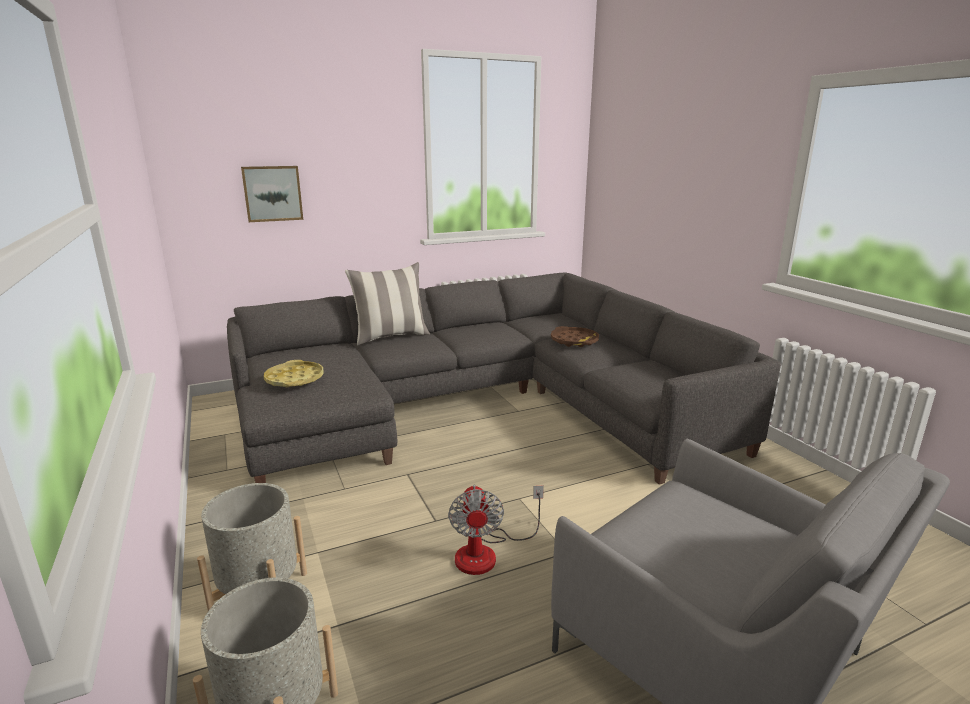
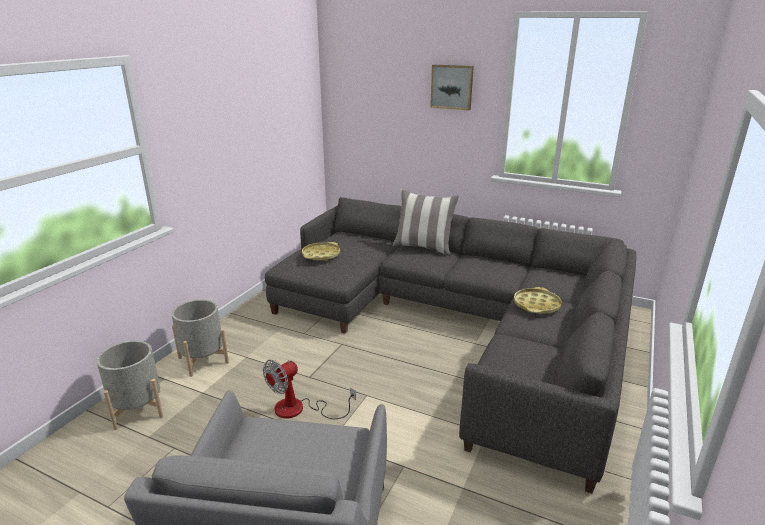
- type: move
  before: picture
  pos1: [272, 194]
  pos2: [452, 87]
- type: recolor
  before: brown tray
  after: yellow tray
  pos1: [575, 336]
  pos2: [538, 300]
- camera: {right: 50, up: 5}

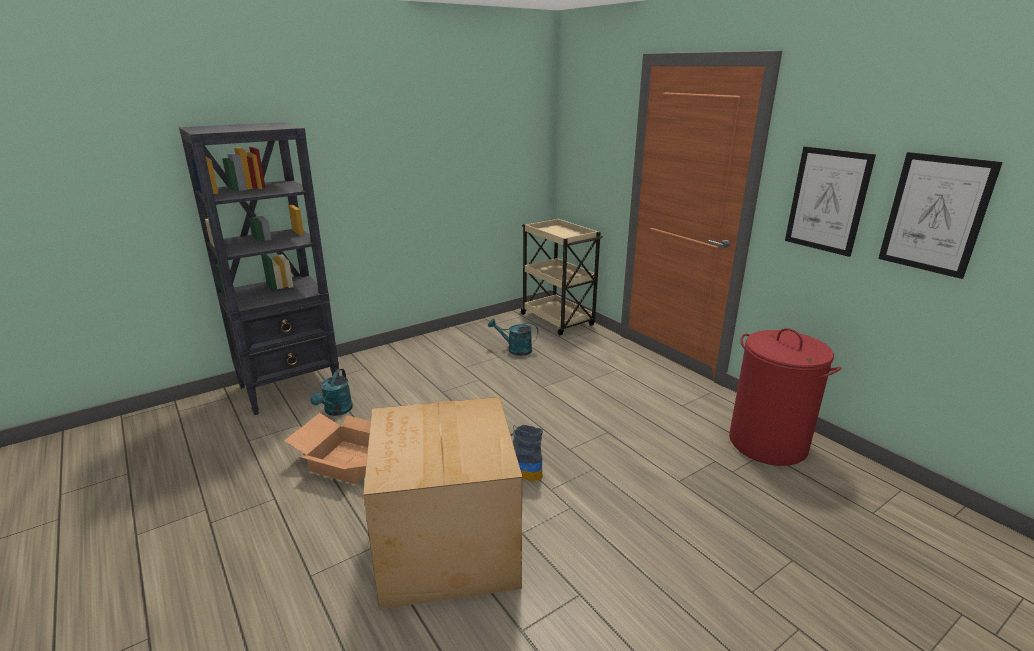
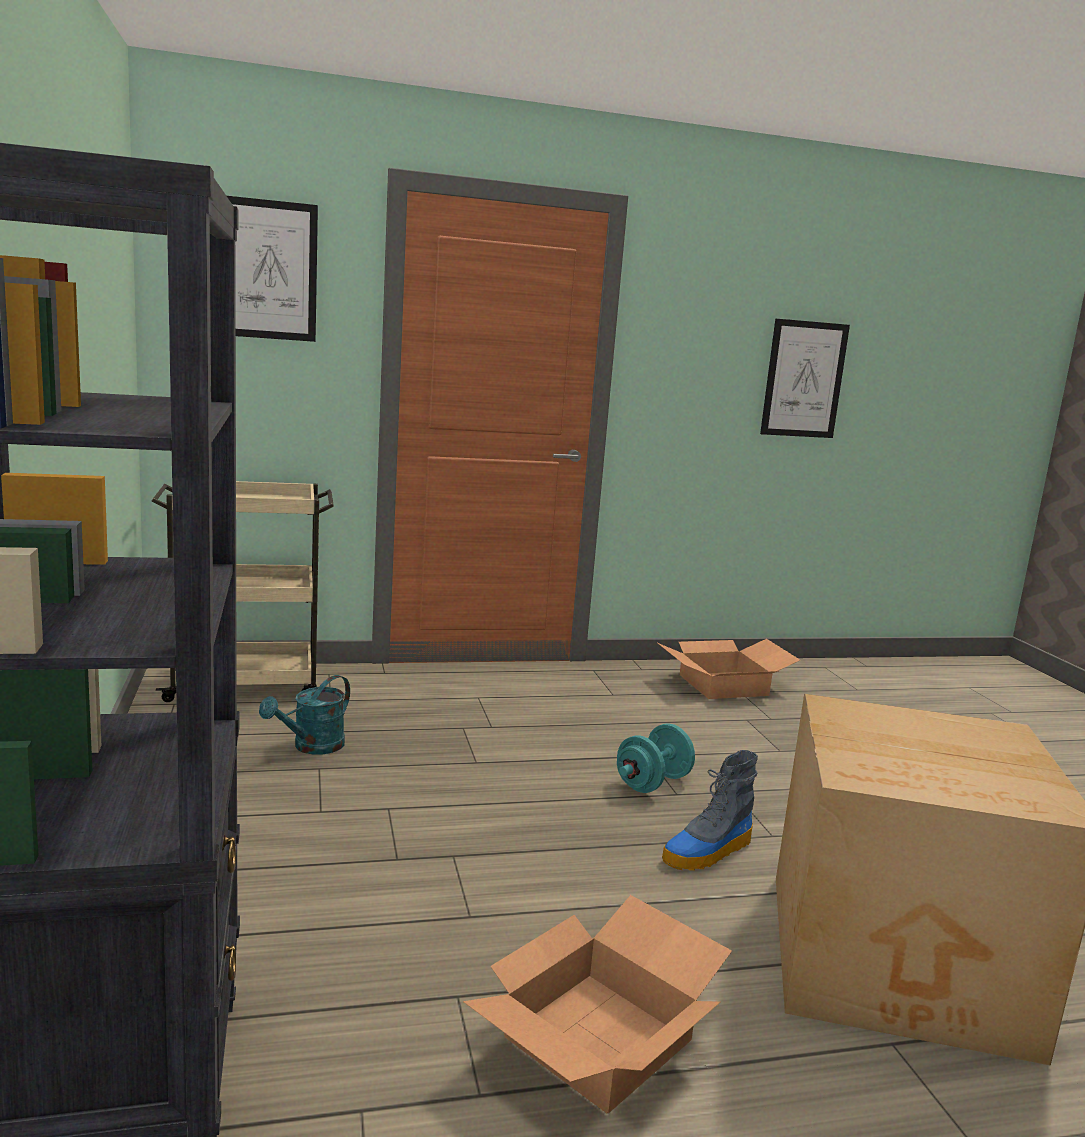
- type: move
  before: picture
  pos1: [830, 202]
  pos2: [272, 269]
- type: replace
  before: red laundry basket
  after: cardboard box
  pos1: [785, 397]
  pos2: [729, 669]
- type: delete
  before: turquoise watering can
  pos1: [331, 392]
- type: insert
  after: turquoise dumbbell
  pos2: [656, 758]
- camera: {right: -70, up: -10}

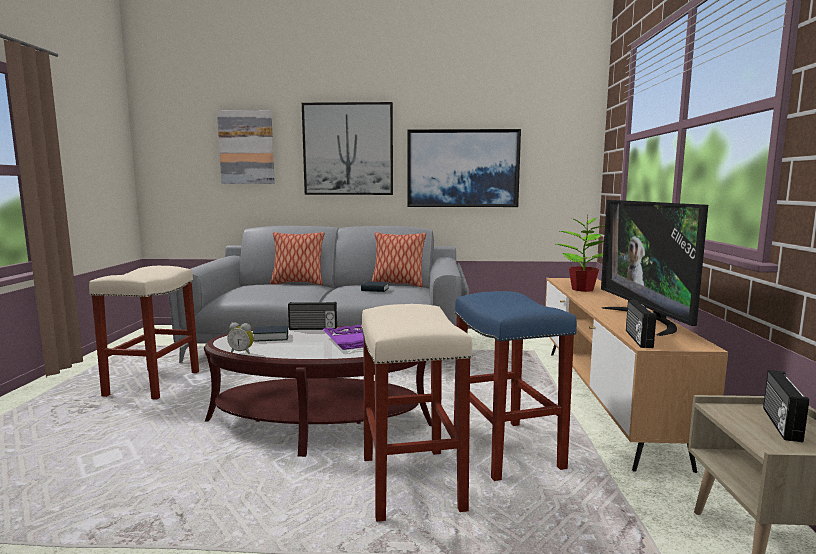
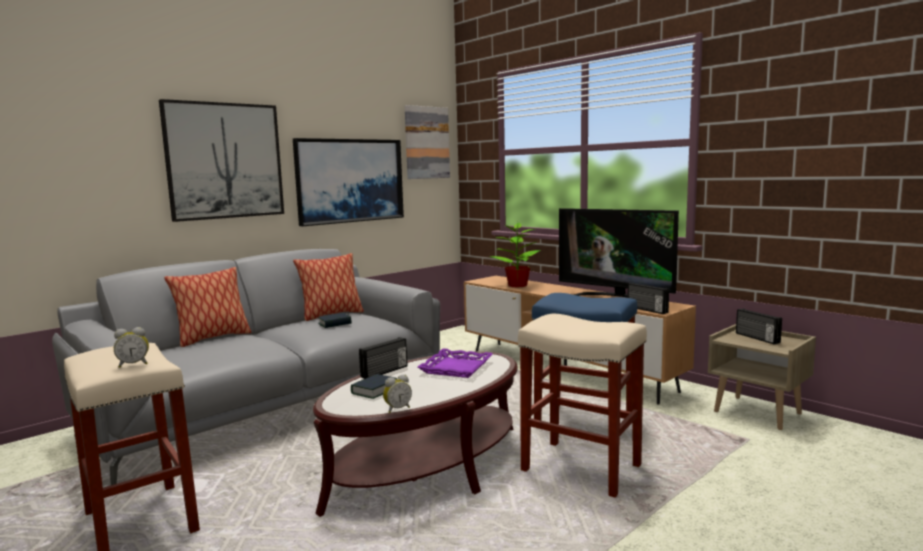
- type: move
  before: picture
  pos1: [246, 147]
  pos2: [427, 142]
- type: insert
  after: alarm clock
  pos2: [131, 347]
- camera: {right: -45, up: 0}

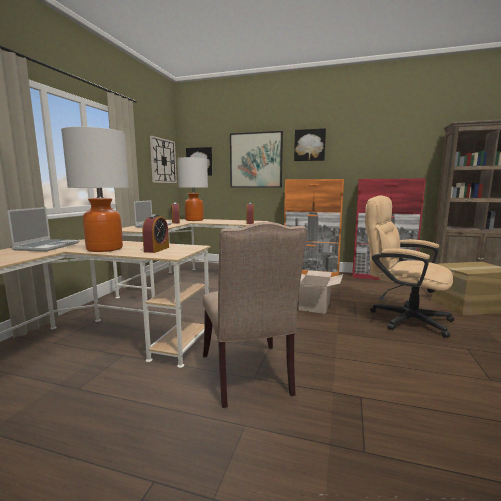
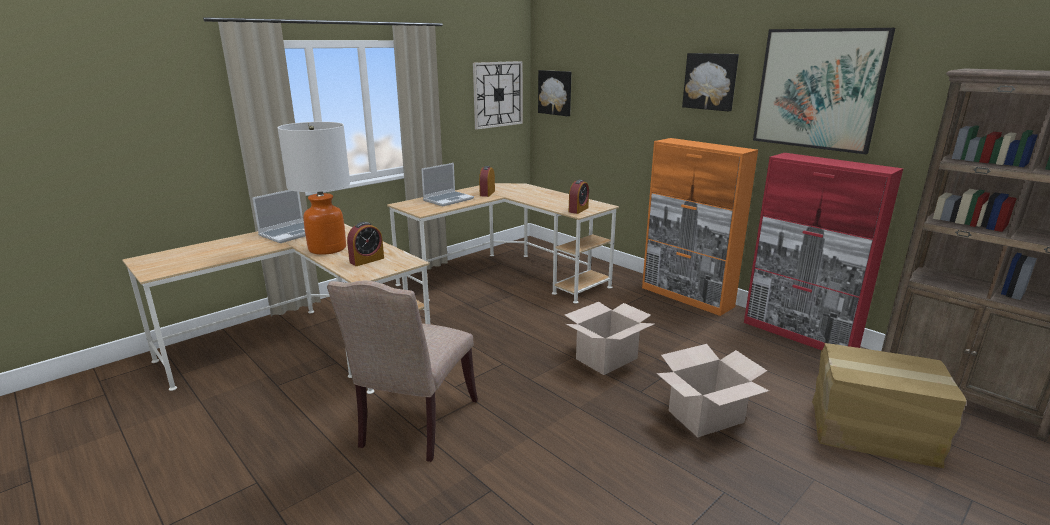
- type: move
  before: picture
  pos1: [256, 159]
  pos2: [824, 91]
- type: delete
  before: table lamp
  pos1: [192, 189]
- type: replace
  before: beige office chair
  after: cardboard box
  pos1: [409, 267]
  pos2: [713, 390]
- camera: {right: 30, up: 10}

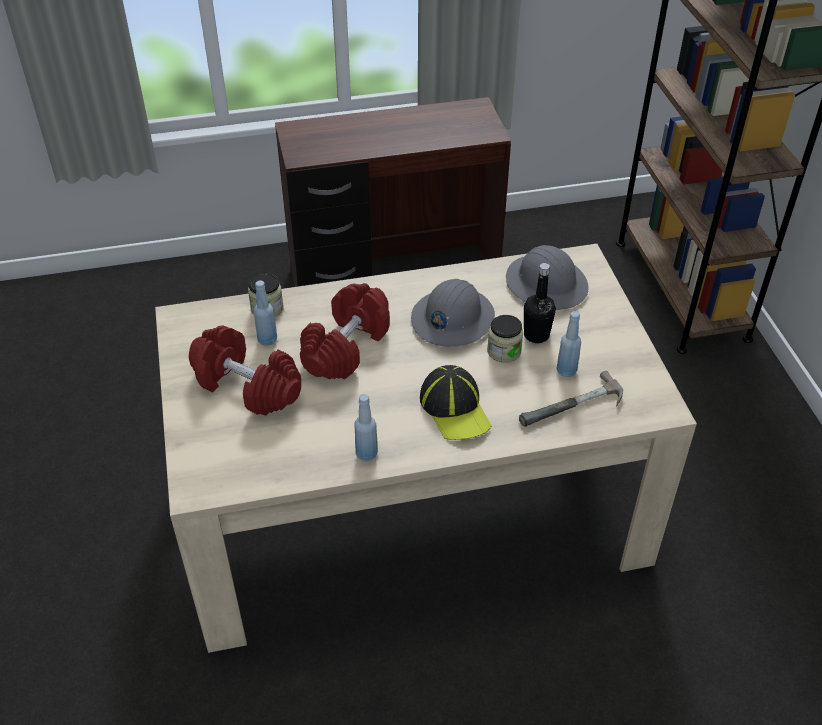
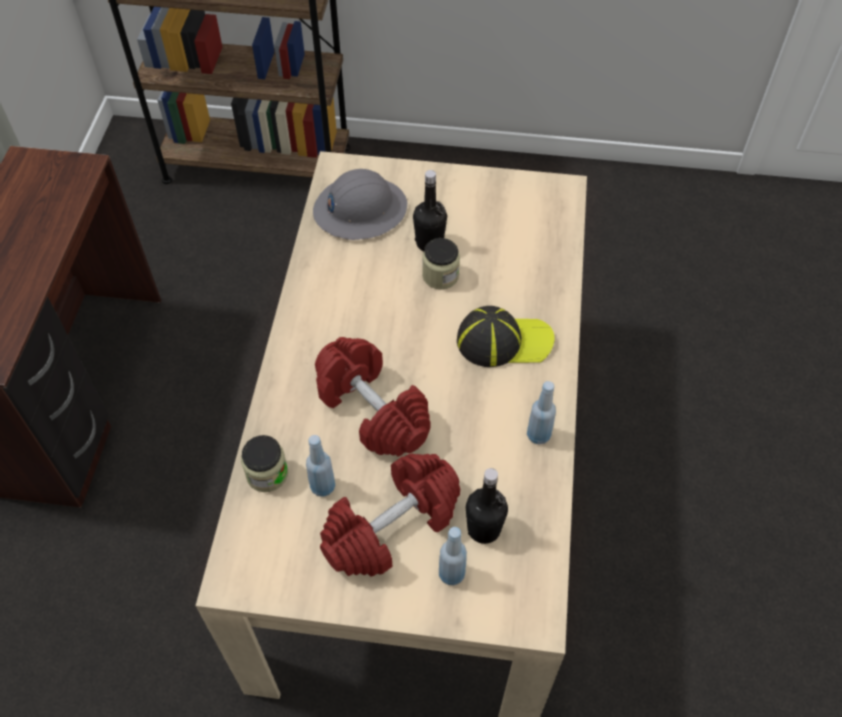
- type: delete
  before: grey hard hat
  pos1: [453, 313]
- type: move
  before: blue bottle
  pos1: [568, 344]
  pos2: [453, 556]
- type: delete
  before: hammer
  pos1: [571, 399]
- type: insert
  after: black bottle
  pos2: [487, 506]
- camera: {right: -70, up: 10}

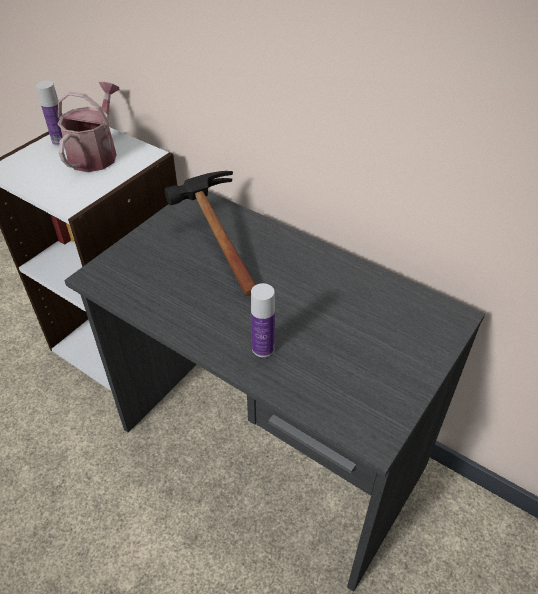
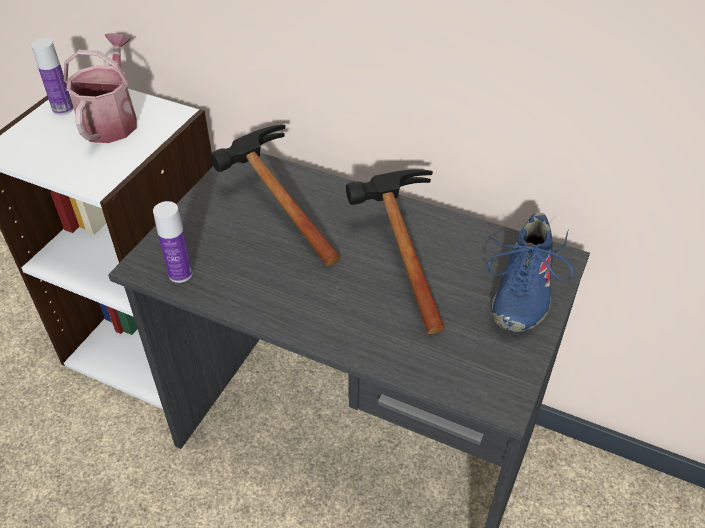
- type: move
  before: bottle
  pos1: [263, 320]
  pos2: [173, 242]
- type: insert
  after: hammer
  pos2: [395, 251]
- type: insert
  after: blue shoe
  pos2: [531, 272]
- camera: {right: -10, up: 0}

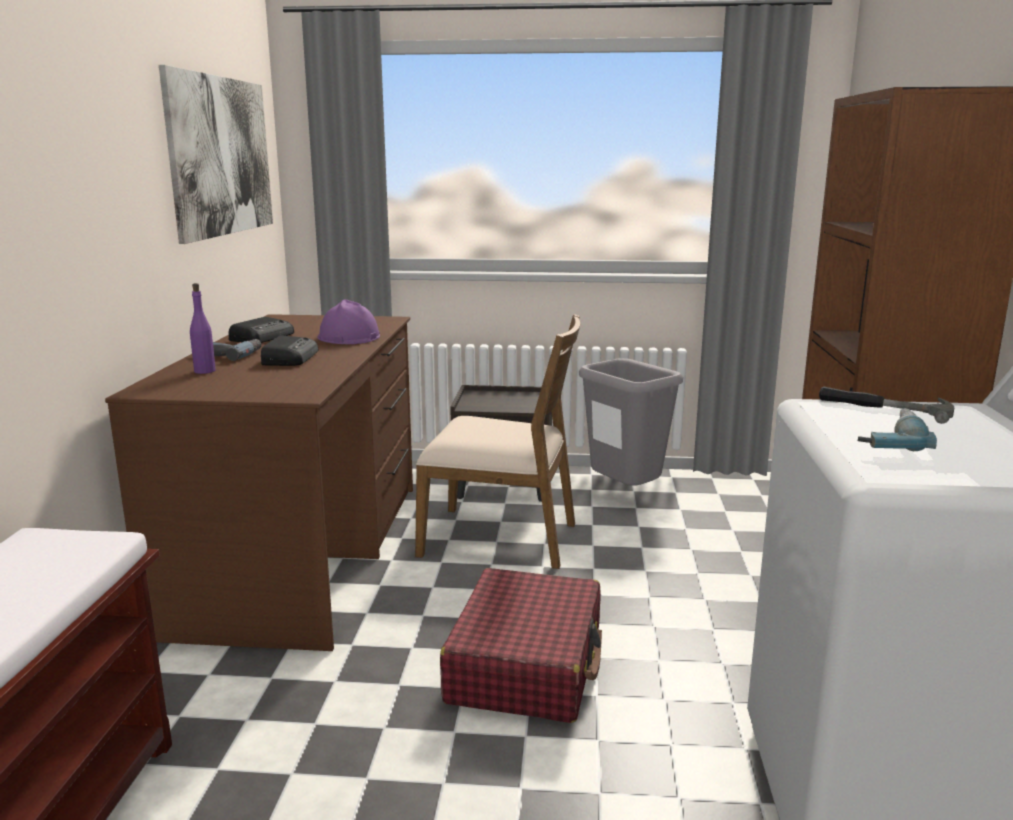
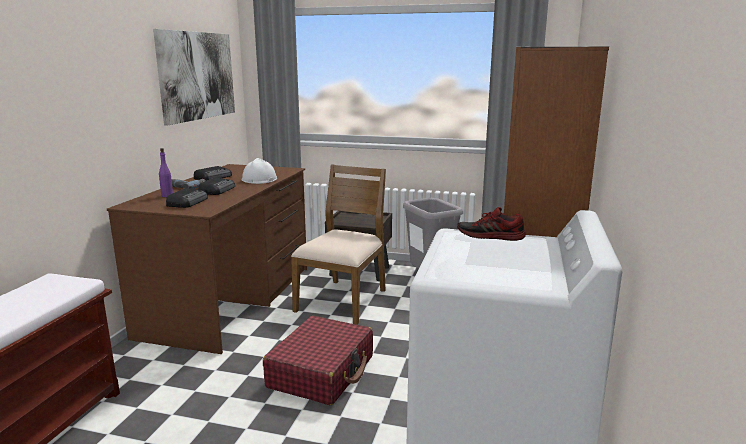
- type: recolor
  before: purple hard hat
  after: white hard hat
  pos1: [348, 321]
  pos2: [259, 171]
- type: rotate
  before: brown chair
  pos1: [497, 441]
  pos2: [338, 244]
  turn: -90
- type: replace
  before: hammer
  after: shoe
  pos1: [886, 405]
  pos2: [491, 224]
- type: delete
  before: power drill
  pos1: [897, 429]
- type: insert
  after: radio
  pos2: [187, 198]
- camera: {right: 10, up: 0}

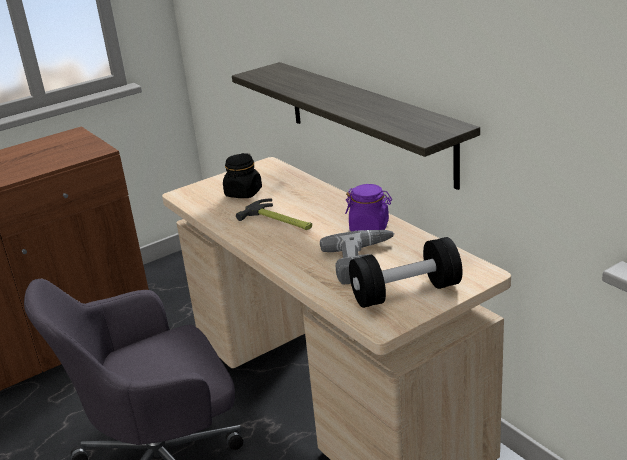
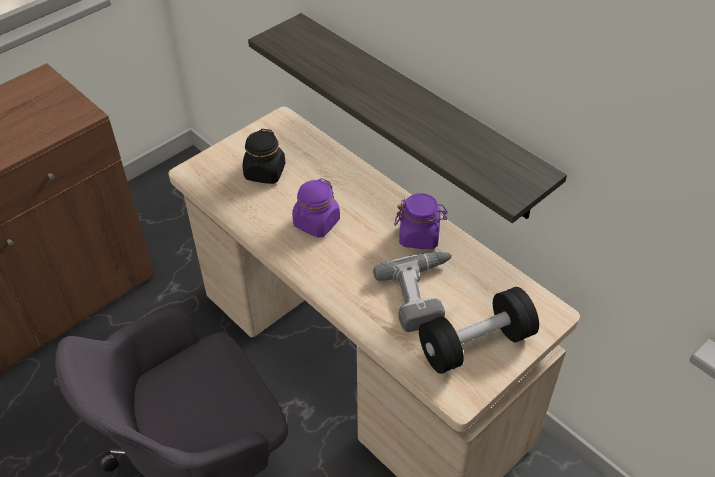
- type: replace
  before: hammer
  after: purple jar
  pos1: [274, 214]
  pos2: [316, 208]
- camera: {right: -10, up: 20}

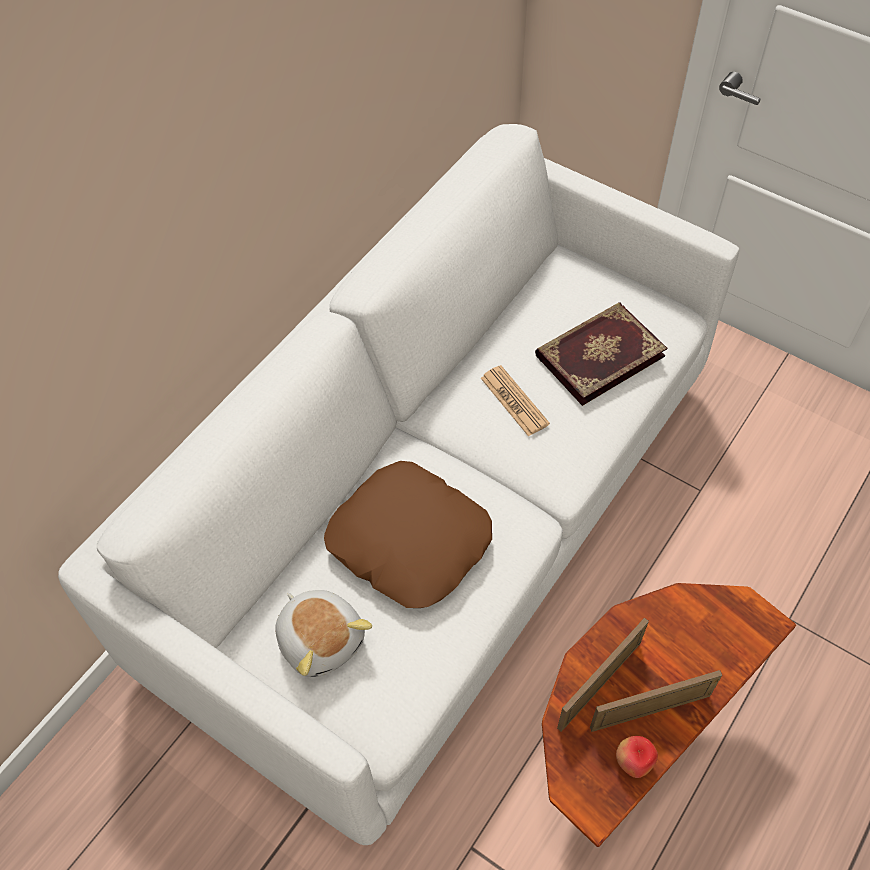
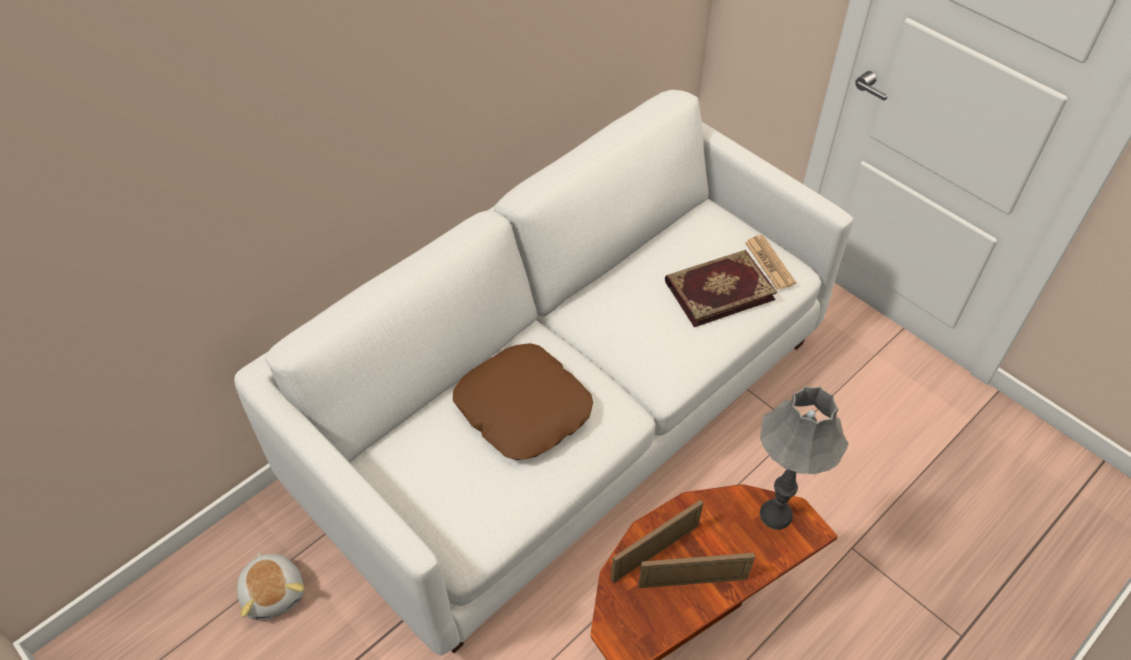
- type: move
  before: newspaper
  pos1: [515, 401]
  pos2: [770, 262]
- type: move
  before: plush toy
  pos1: [323, 633]
  pos2: [270, 586]
- type: delete
  before: apple
  pos1: [637, 757]
- type: insert
  after: grey table lamp
  pos2: [804, 458]
- camera: {right: 10, up: -5}

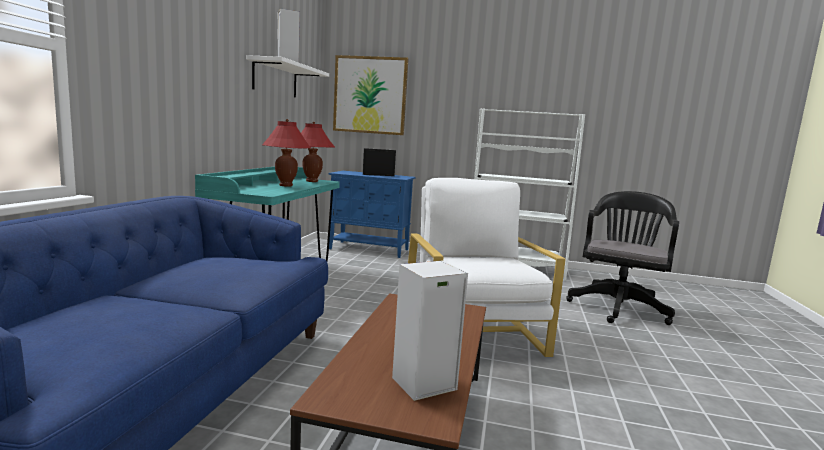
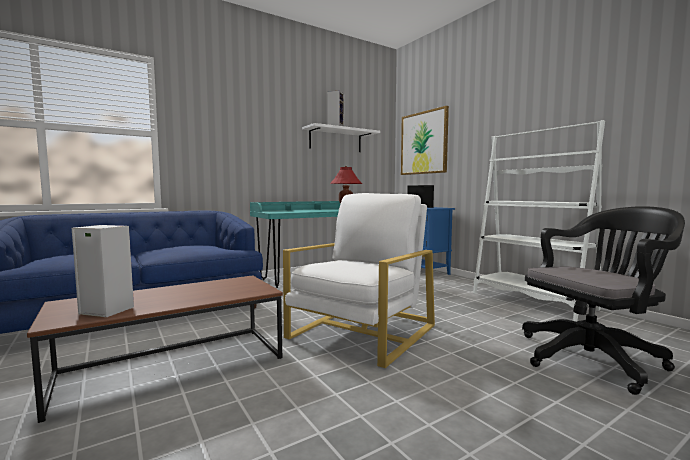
- type: delete
  before: red table lamp
  pos1: [286, 153]
- camera: {right: 45, up: -5}

